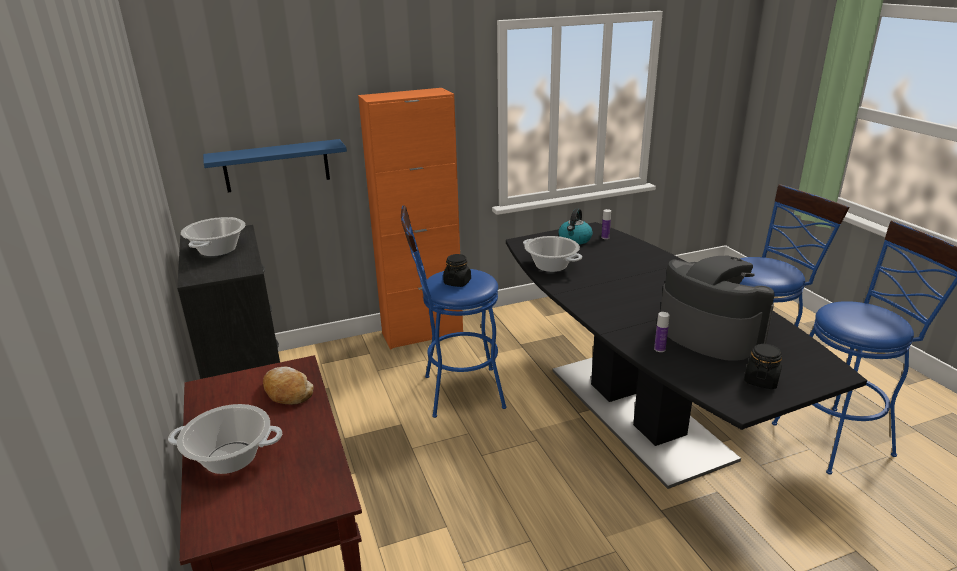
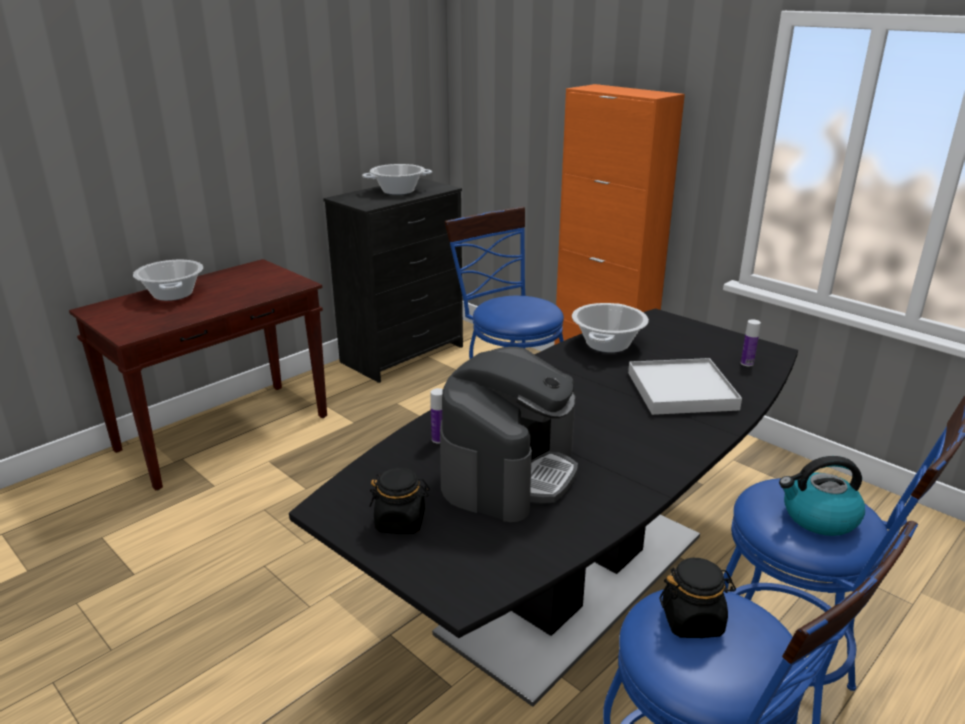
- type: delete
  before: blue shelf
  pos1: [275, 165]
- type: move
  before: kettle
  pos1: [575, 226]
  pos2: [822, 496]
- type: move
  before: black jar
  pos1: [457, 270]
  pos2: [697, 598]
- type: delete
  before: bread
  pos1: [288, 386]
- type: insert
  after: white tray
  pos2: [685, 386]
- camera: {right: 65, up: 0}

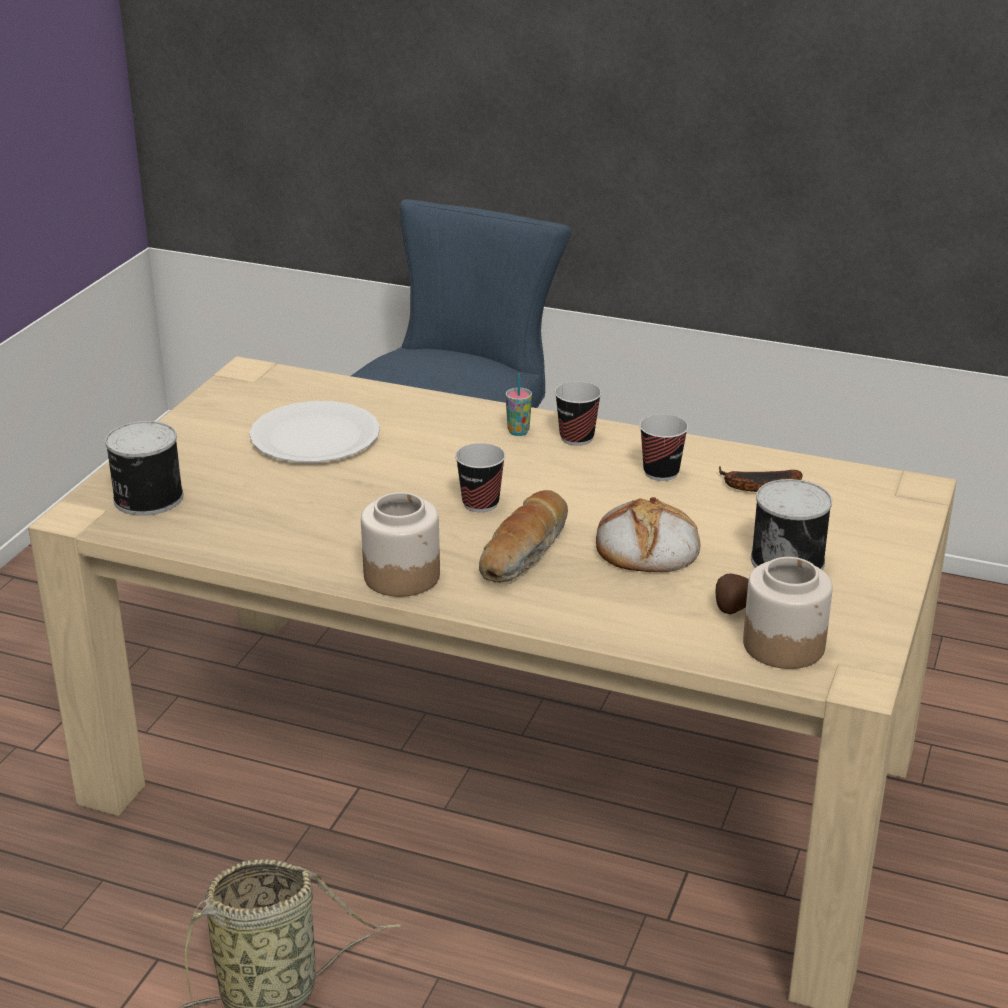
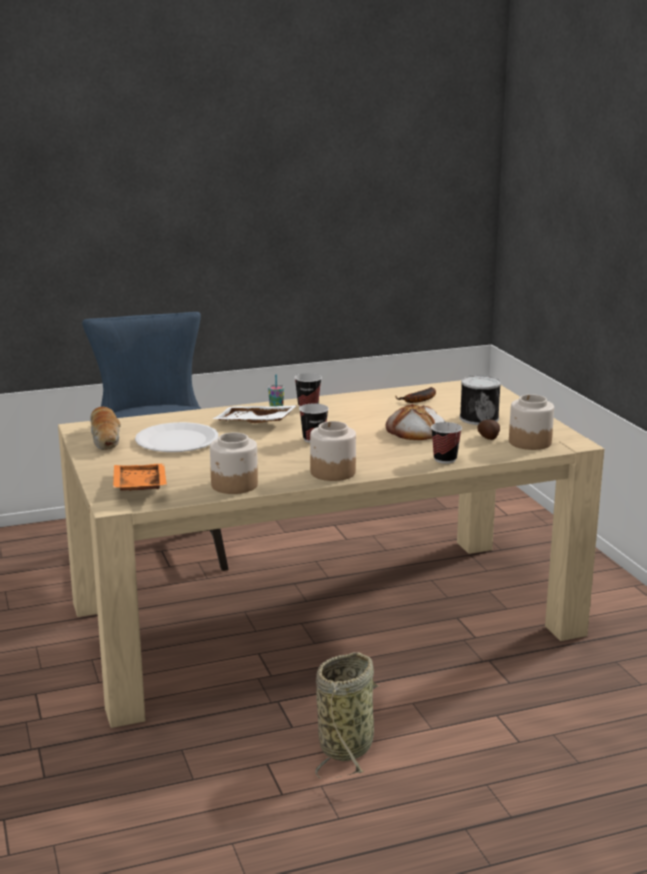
- type: move
  before: cup
  pos1: [663, 447]
  pos2: [446, 443]
- type: replace
  before: can
  after: orange tray
  pos1: [144, 468]
  pos2: [140, 477]
- type: move
  before: bread
  pos1: [523, 536]
  pos2: [105, 428]
- type: insert
  after: white tray
  pos2: [255, 414]
- type: insert
  after: jar
  pos2: [234, 463]
- camera: {right: -40, up: -10}

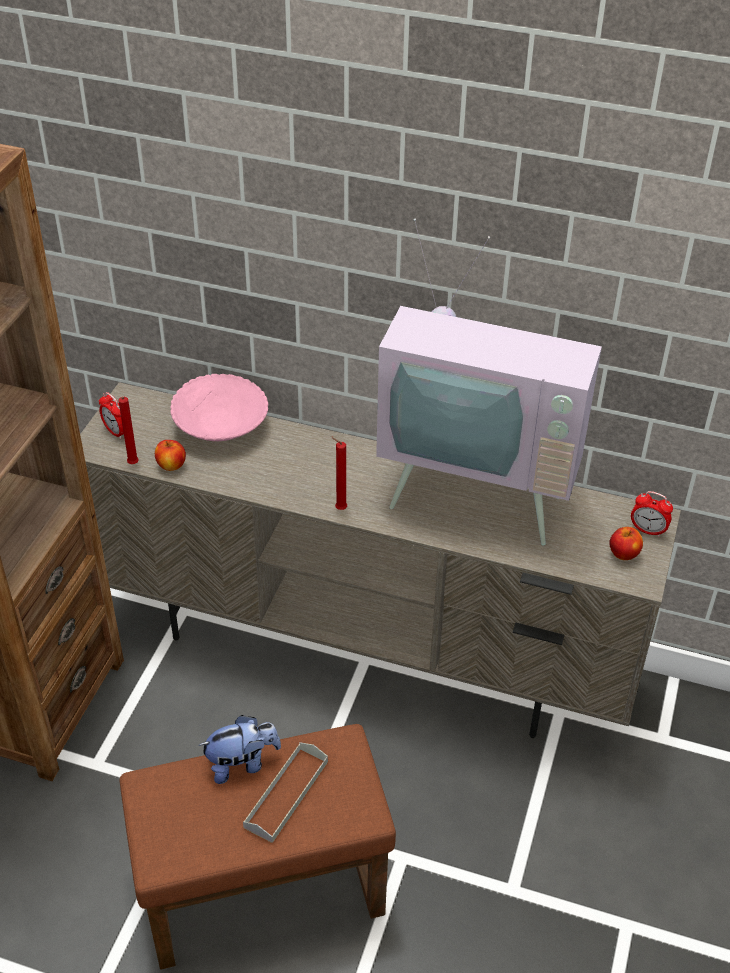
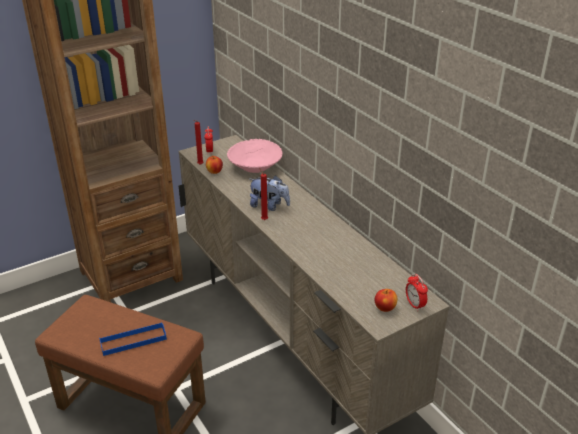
- type: delete
  before: television
  pos1: [489, 382]
- type: move
  before: plush toy
  pos1: [239, 749]
  pos2: [270, 193]
- type: recolor
  before: grey tray
  after: blue tray
  pos1: [285, 792]
  pos2: [133, 339]
- camera: {right: 40, up: -10}

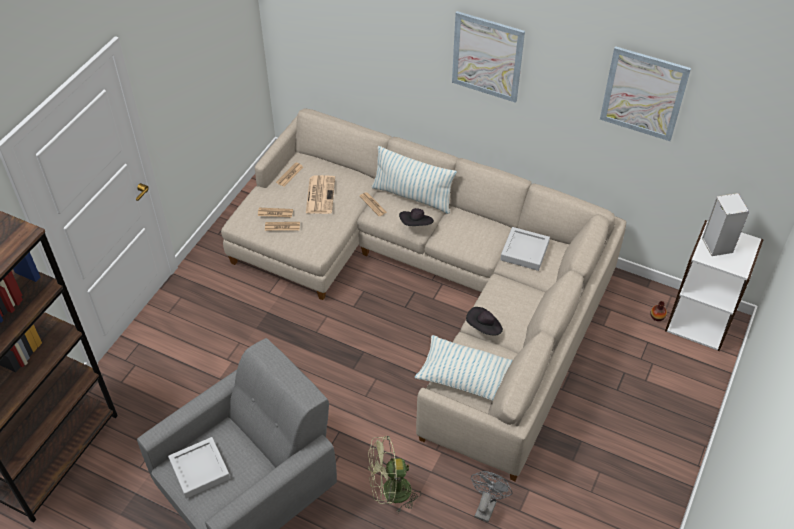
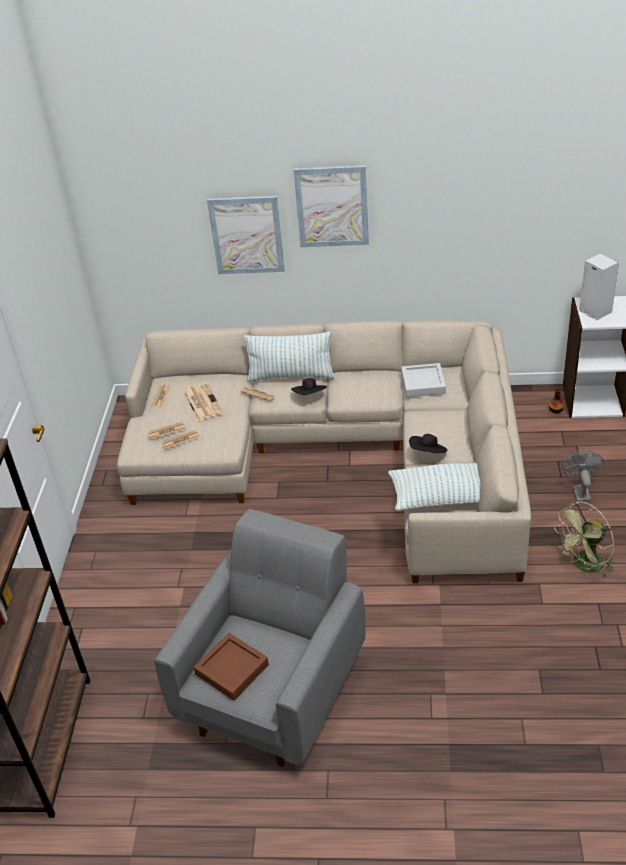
- type: move
  before: picture
  pos1: [645, 93]
  pos2: [246, 235]
- type: move
  before: green fan
  pos1: [394, 474]
  pos2: [584, 540]
- type: recolor
  before: grey tray
  after: brown tray
  pos1: [199, 467]
  pos2: [231, 666]
- type: move
  before: grey fan
  pos1: [491, 496]
  pos2: [583, 476]
- camera: {right: -20, up: -10}

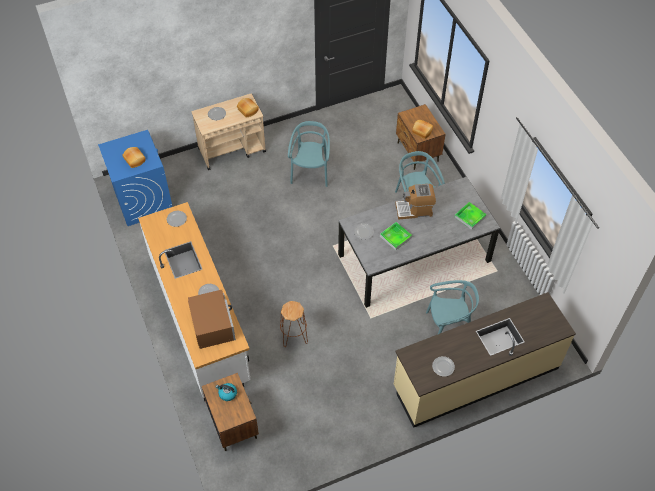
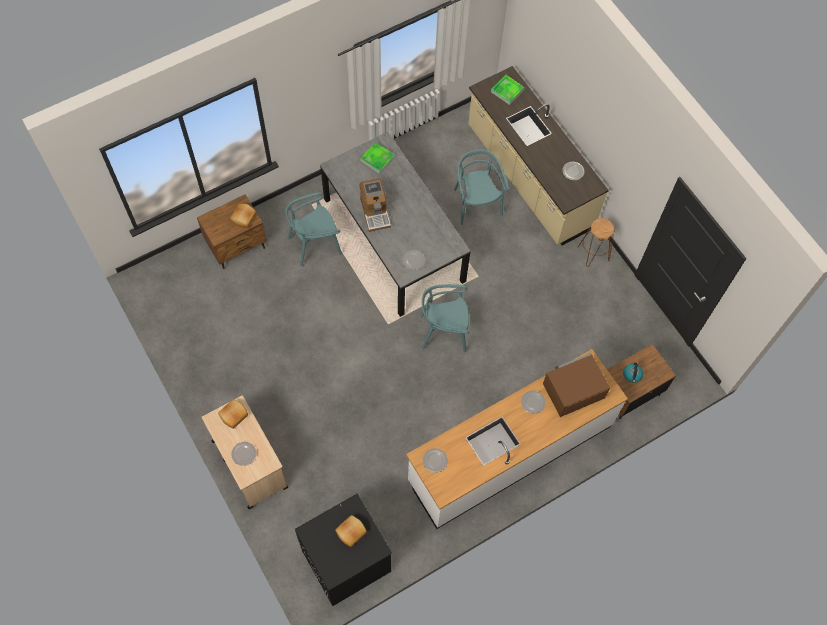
- type: move
  before: turquoise chair
  pos1: [309, 154]
  pos2: [445, 318]
- type: recolor
  before: blue washing machine
  after: black washing machine
  pos1: [135, 178]
  pos2: [343, 550]
- type: move
  before: tray
  pos1: [396, 236]
  pos2: [508, 90]
- type: move
  before: brown stool
  pos1: [294, 324]
  pos2: [596, 242]
- camera: {right: -100, up: 10}

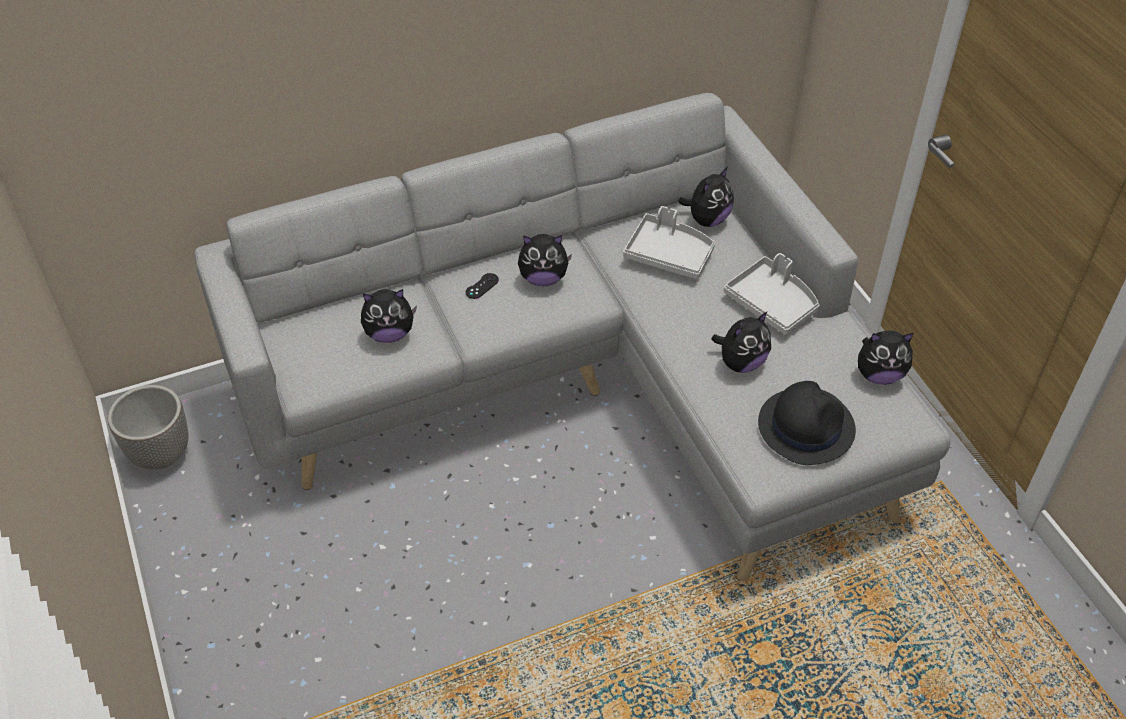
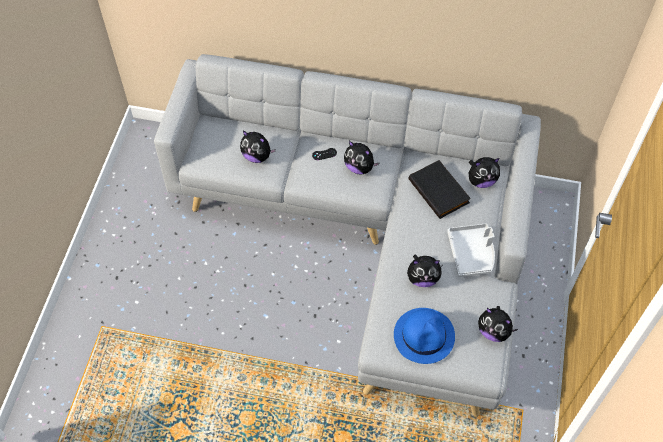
- type: replace
  before: grey tray
  after: black book
  pos1: [669, 242]
  pos2: [440, 189]
- type: recolor
  before: black hat
  after: blue hat
  pos1: [807, 423]
  pos2: [424, 336]
- type: delete
  before: planter
  pos1: [148, 427]
- camera: {right: 35, up: 10}

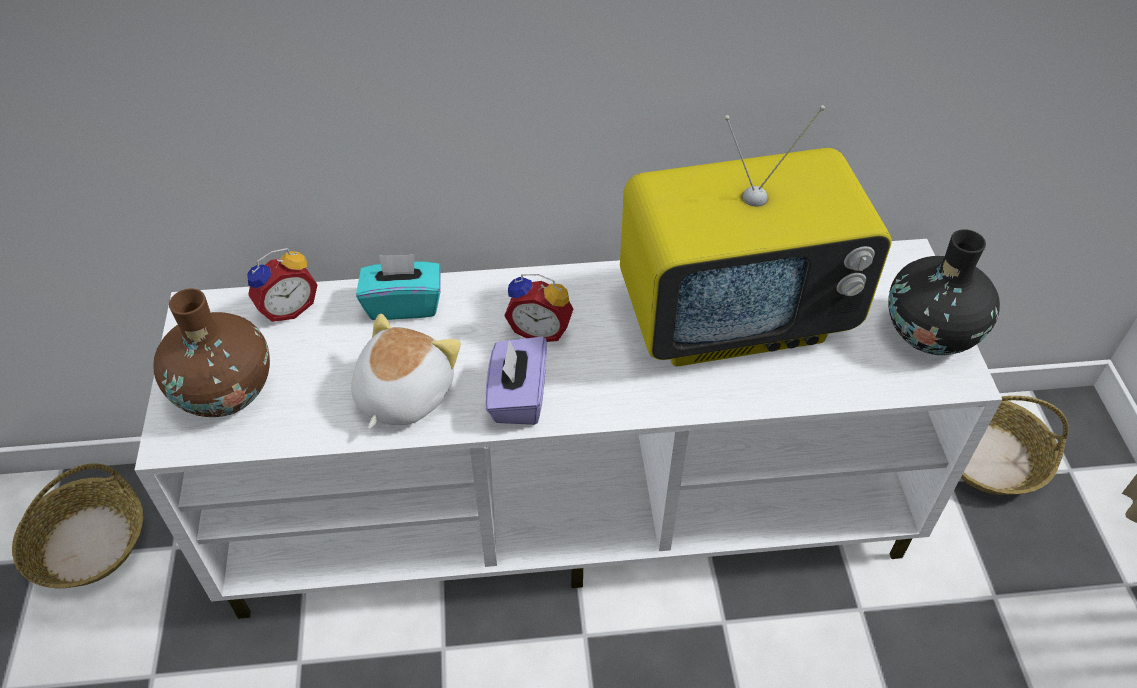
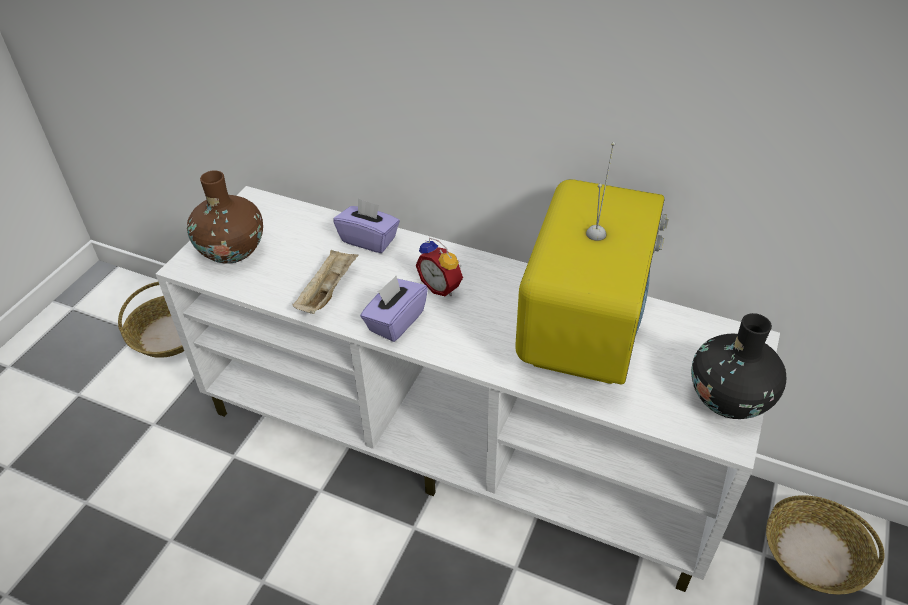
- type: rotate
  before: television
  pos1: [756, 236]
  pos2: [592, 263]
  turn: -90
- type: delete
  before: alarm clock
  pos1: [282, 285]
- type: recolor
  before: turquoise tissue box
  after: purple tissue box
  pos1: [398, 287]
  pos2: [366, 225]
- type: replace
  before: plush toy
  after: beige tray
  pos1: [406, 371]
  pos2: [325, 281]
- camera: {right: 30, up: -5}

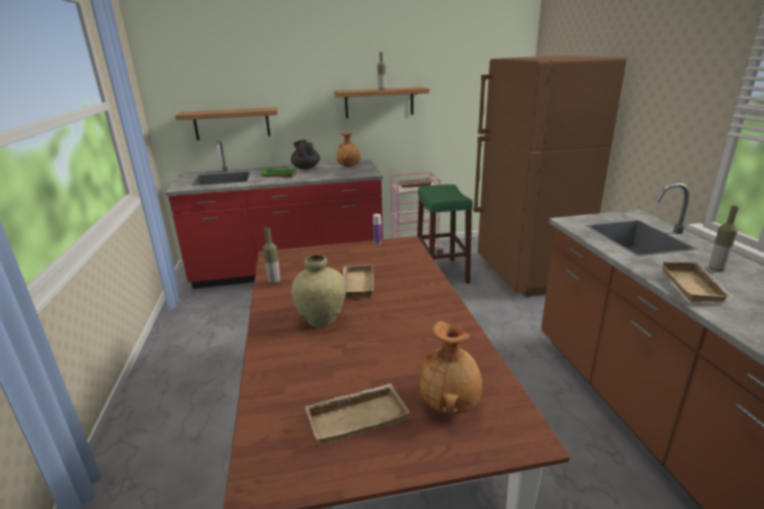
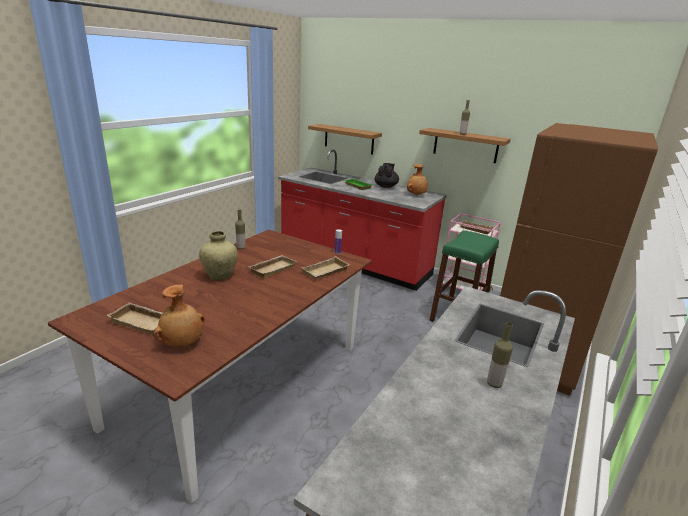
- type: move
  before: beige tray
  pos1: [697, 281]
  pos2: [325, 267]
- camera: {right: 40, up: 0}

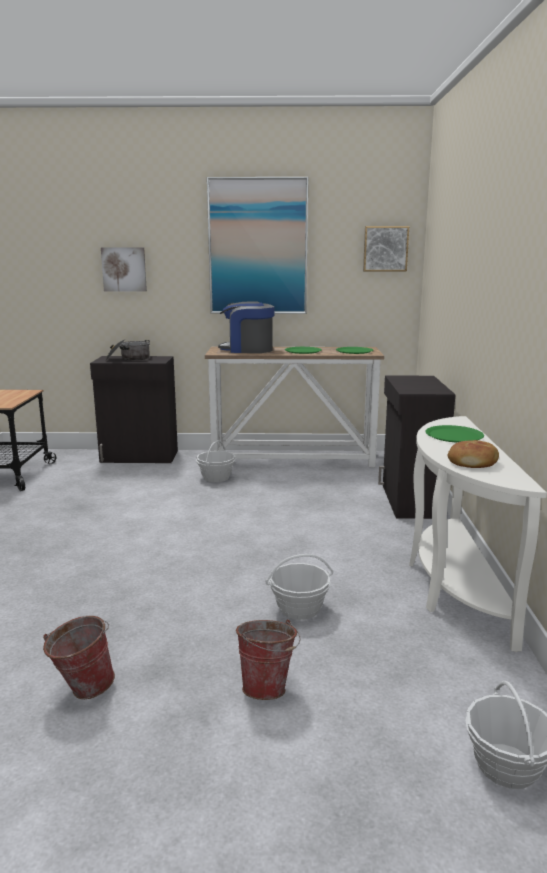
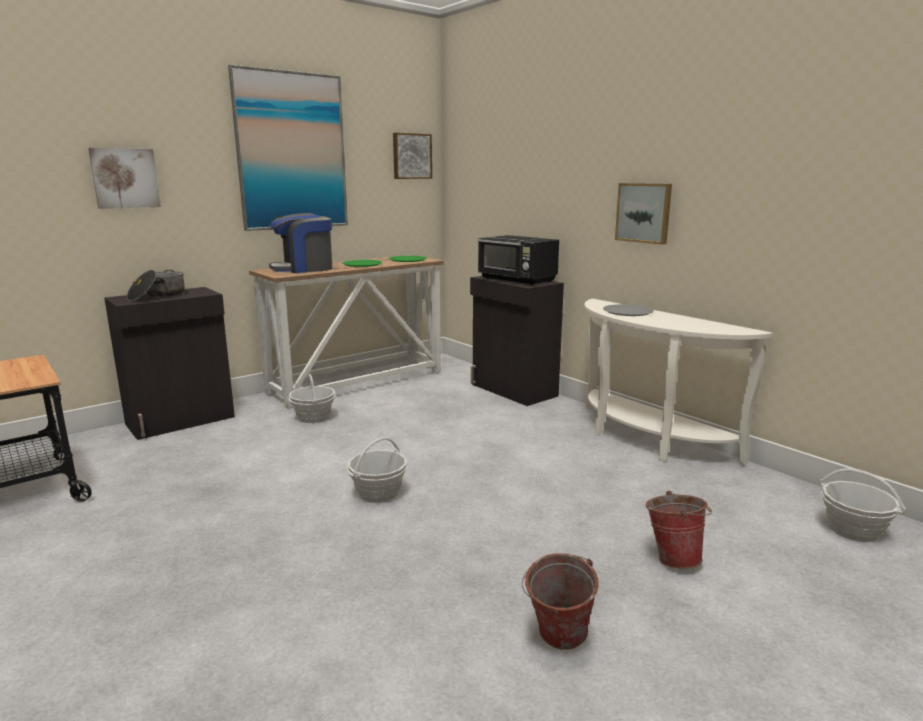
- type: recolor
  before: green plate
  after: grey plate
  pos1: [454, 434]
  pos2: [628, 310]
- type: delete
  before: bread
  pos1: [473, 454]
- type: move
  before: basket
  pos1: [299, 587]
  pos2: [377, 470]
- type: insert
  after: picture
  pos2: [643, 214]
- type: insert
  after: black microwave
  pos2: [518, 260]
- camera: {right: -40, up: 0}

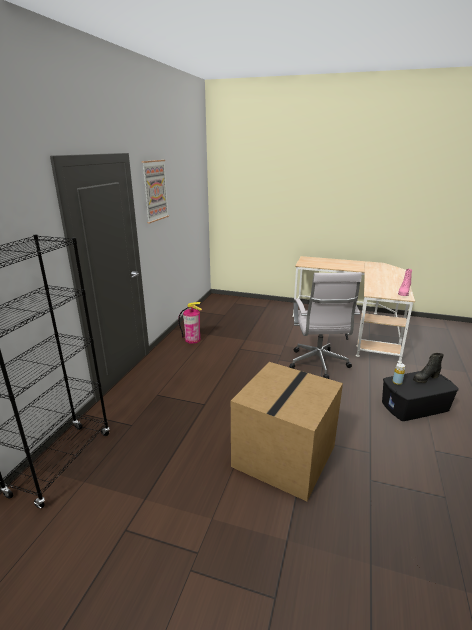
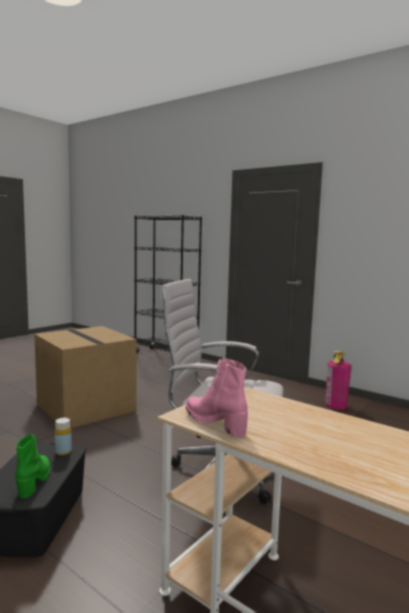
- type: delete
  before: picture
  pos1: [155, 191]
- type: recolor
  before: black boot
  after: green boot
  pos1: [428, 368]
  pos2: [32, 466]
- camera: {right: 110, up: -15}

